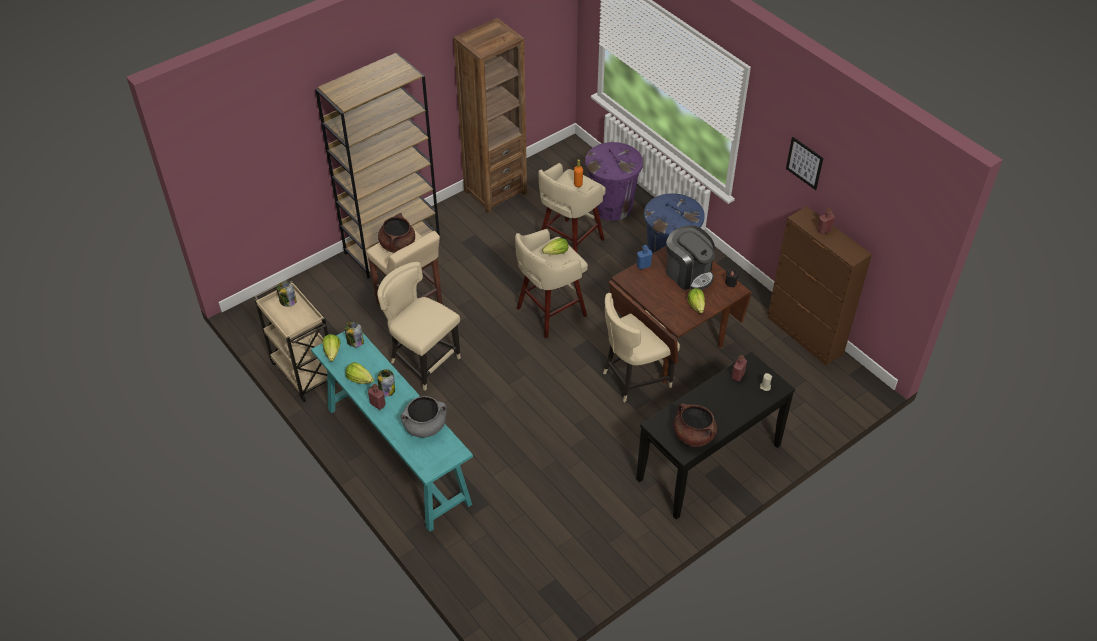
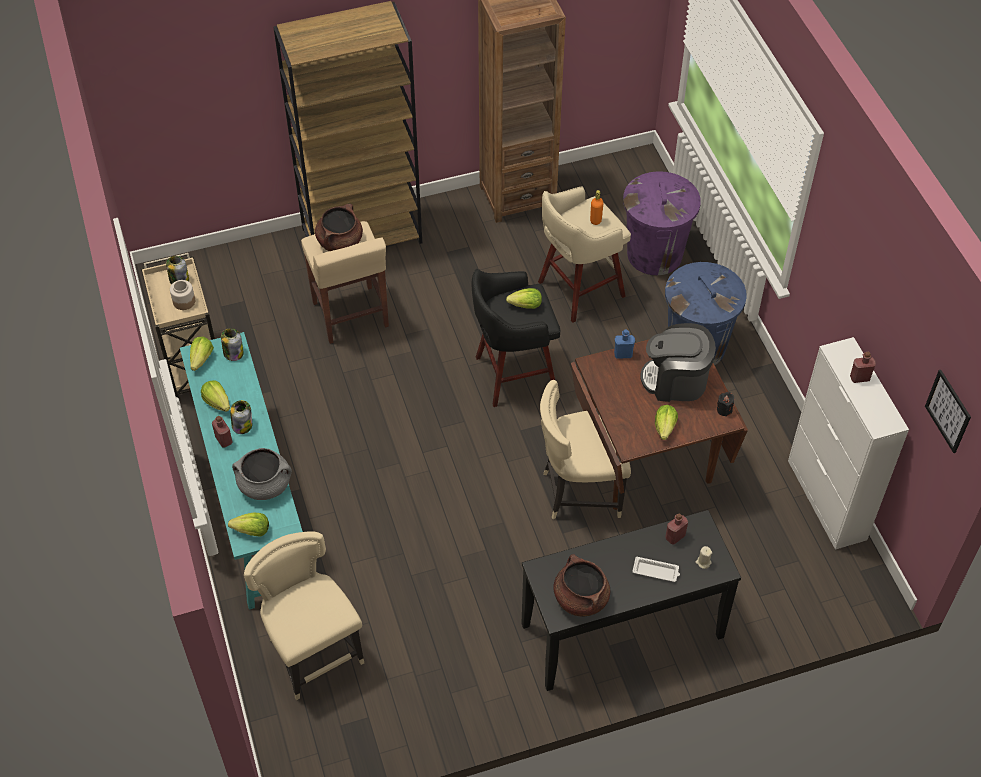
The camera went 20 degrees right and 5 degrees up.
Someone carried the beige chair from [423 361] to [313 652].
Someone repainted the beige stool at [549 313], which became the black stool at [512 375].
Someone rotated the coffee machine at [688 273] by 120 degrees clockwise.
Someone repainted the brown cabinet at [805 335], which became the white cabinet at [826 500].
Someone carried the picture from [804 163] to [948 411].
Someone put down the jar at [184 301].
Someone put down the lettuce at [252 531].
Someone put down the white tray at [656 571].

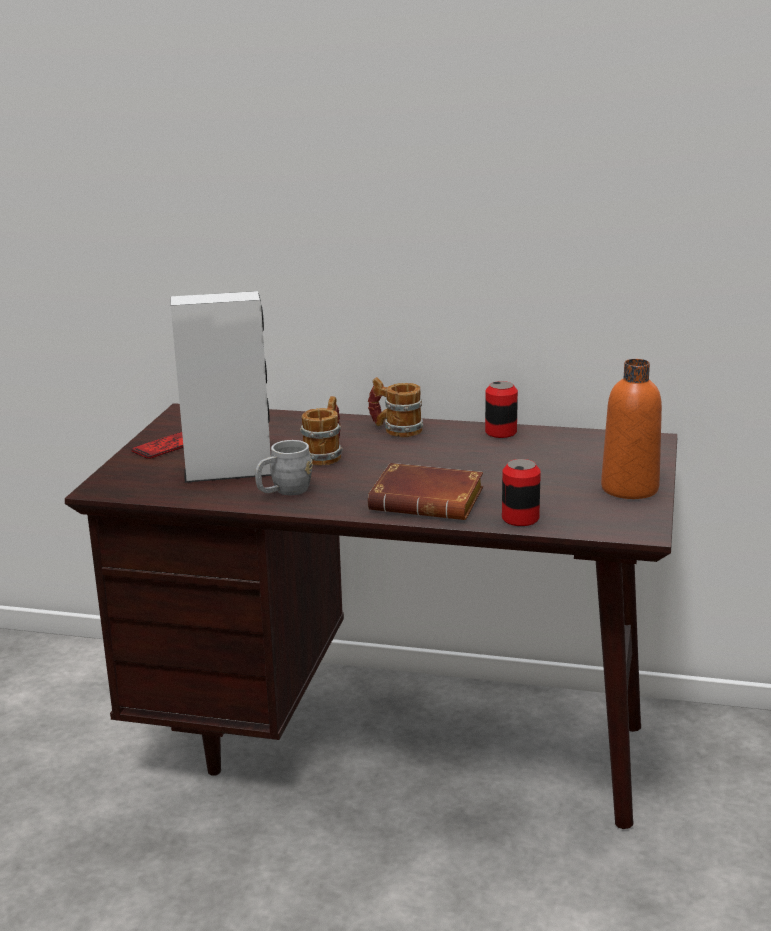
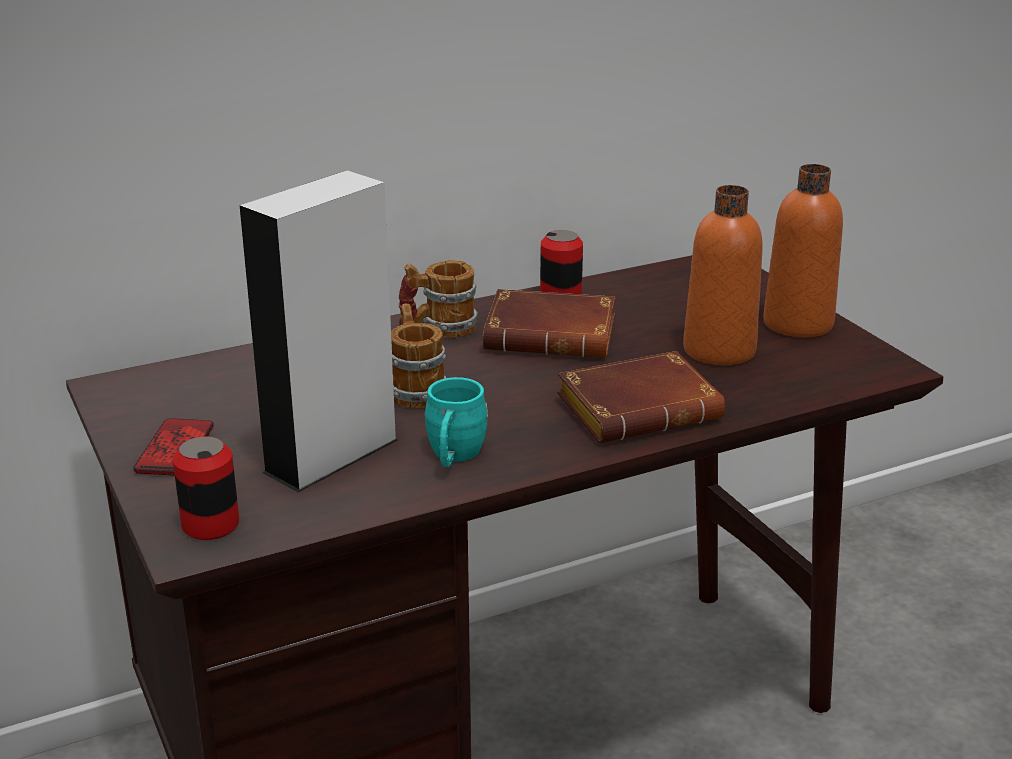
The camera went 40 degrees left and 5 degrees up.
Someone repainted the grey mug at [284 491], which became the turquoise mug at [453 457].
Someone carried the can from [520 518] to [210 525].
Someone put down the brown book at [554 335].
Someone put down the orange bottle at [719 350].

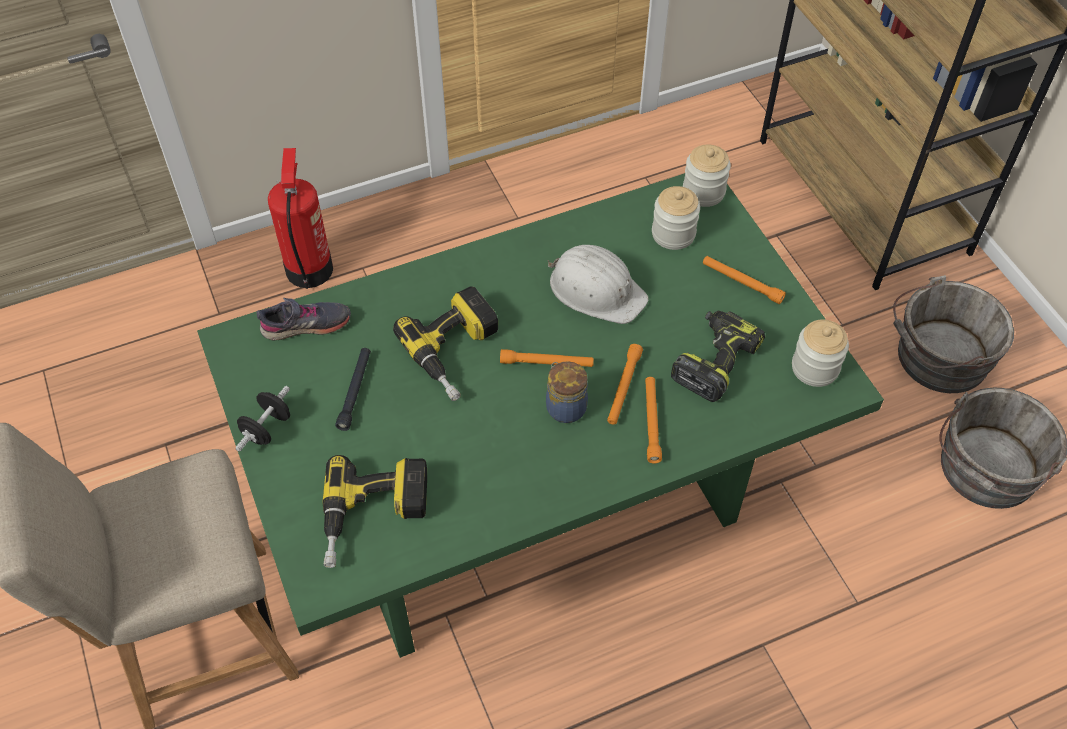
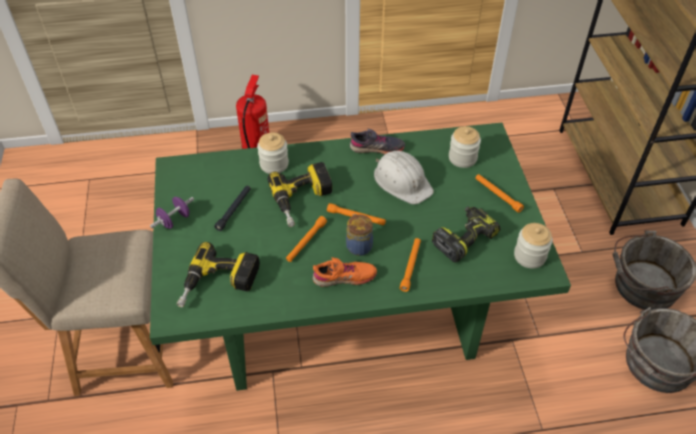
The camera went 15 degrees right and 5 degrees down.
Someone repainted the black dumbbell at [267 428], which became the purple dumbbell at [174 220].
Someone carried the grey shoe from [306 325] to [377 148].
Someone carried the orange flashlight from [623 388] to [306 242].
Someone carried the jar from [703 192] to [274 164].
Someone put down the orange shoe at [344 277].

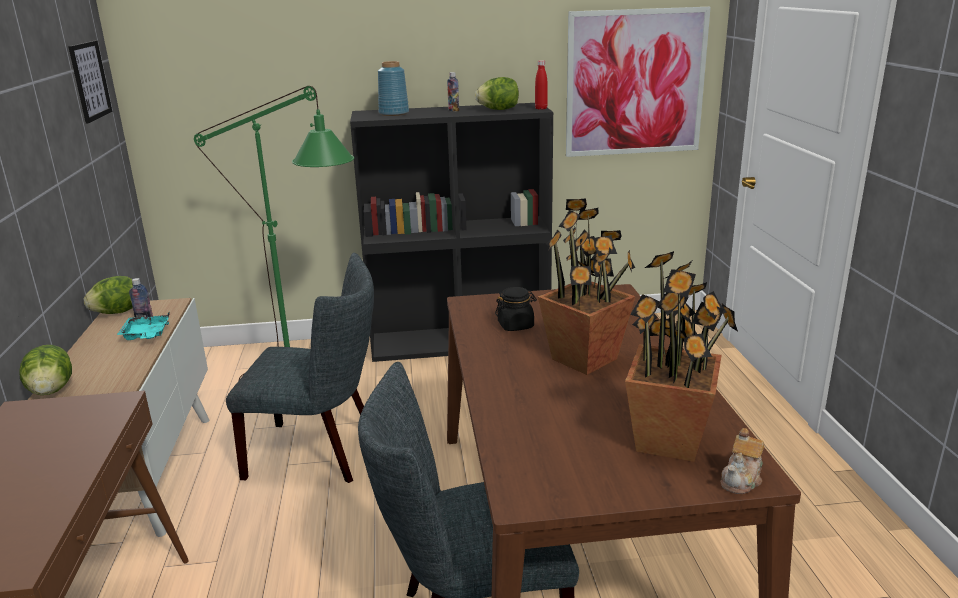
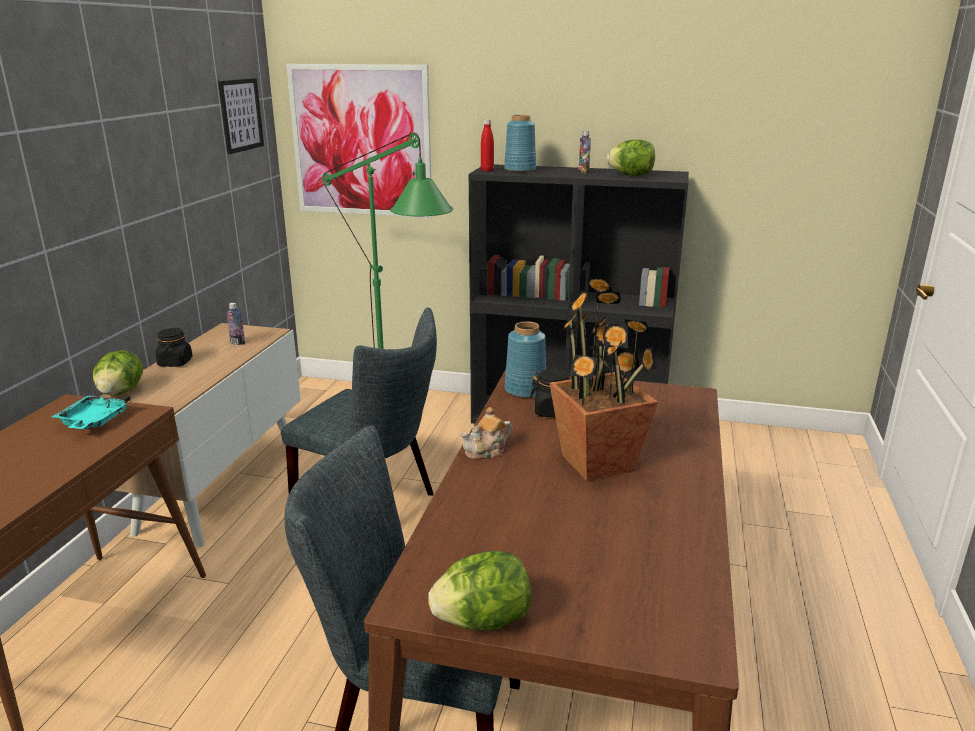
The camera went 20 degrees right and 0 degrees up.
Someone carried the lettuce from [117 312] to [483 621].
Someone carried the turquoise tray from [146 335] to [93 421].
Someone carried the red bottle from [541 108] to [487 170].
Someone carried the picture from [635 83] to [361 141].
Someone took away the potted plant at [670 441].
Someone carried the teapot from [742 480] to [486 451].
Someone put down the black jar at [175 363].
Someone put down the blue vase at [526 390].

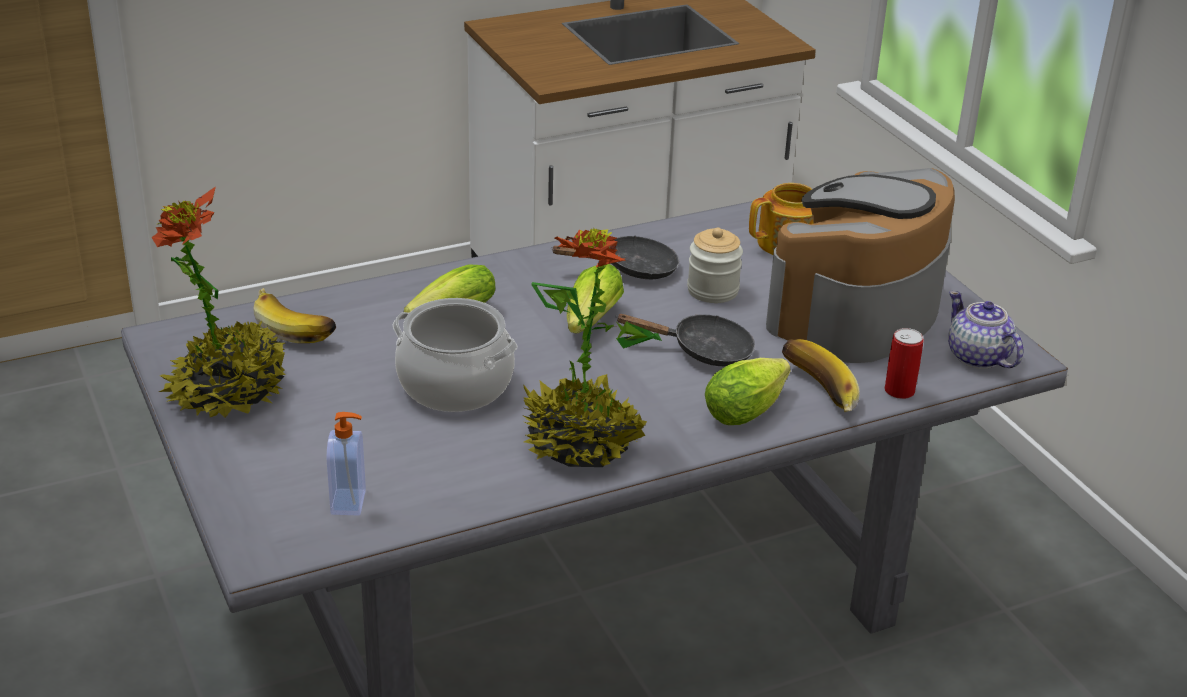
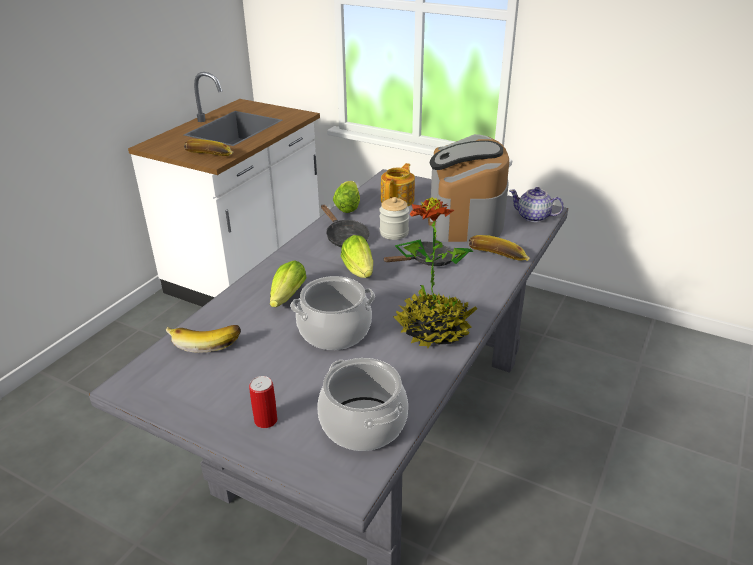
The camera went 35 degrees left and 0 degrees up.
Someone took away the potted plant at [228 391].
Someone swapped the soap dispenser at [350 502] for the cooking pot at [362 424].
Someone rotated the black frying pan at [632 269] by 105 degrees clockwise.
Someone carried the lettuce from [749 408] to [349 205].
Someone carried the can from [899 391] to [266 420].
Someone put down the banana at [209 157].

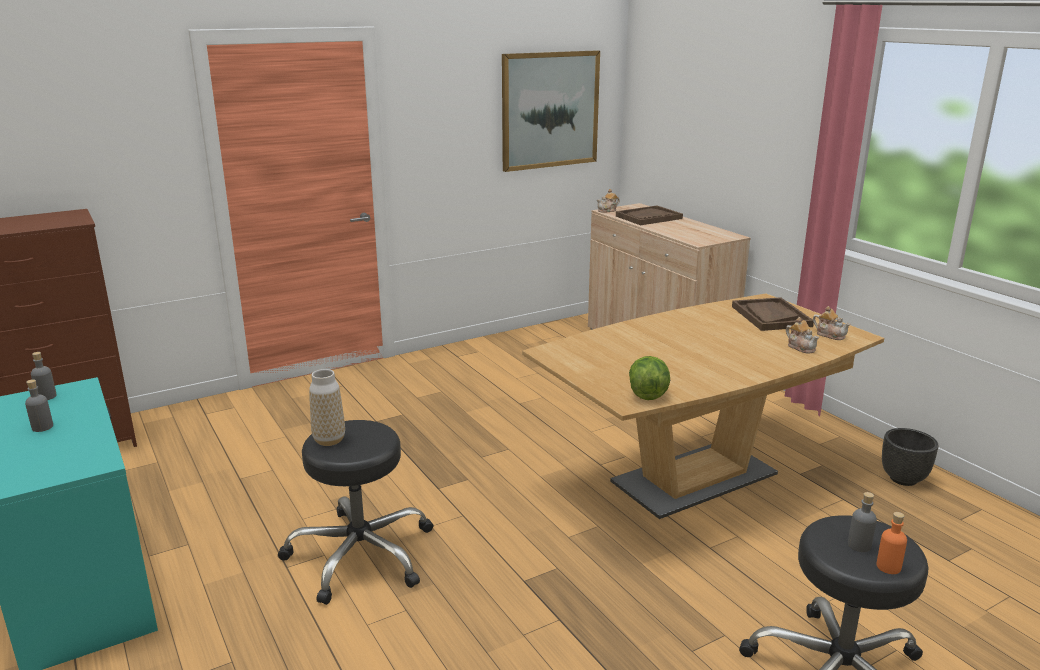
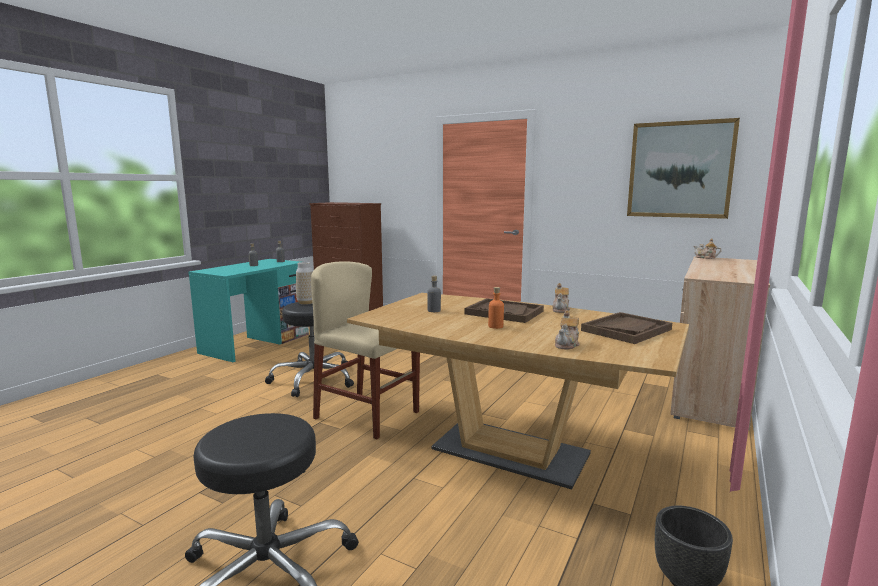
The camera went 60 degrees right and 10 degrees down.
Someone carried the brown tray from [648 217] to [504 312].
Someone took away the lettuce at [648 393].
Someone carried the teapot from [830 335] to [560 309].
Someone carried the grey bottle from [859 545] to [434 310].
Someone carried the orange bottle from [888 567] to [495 326].
Someone put down the beige chair at [367 415].

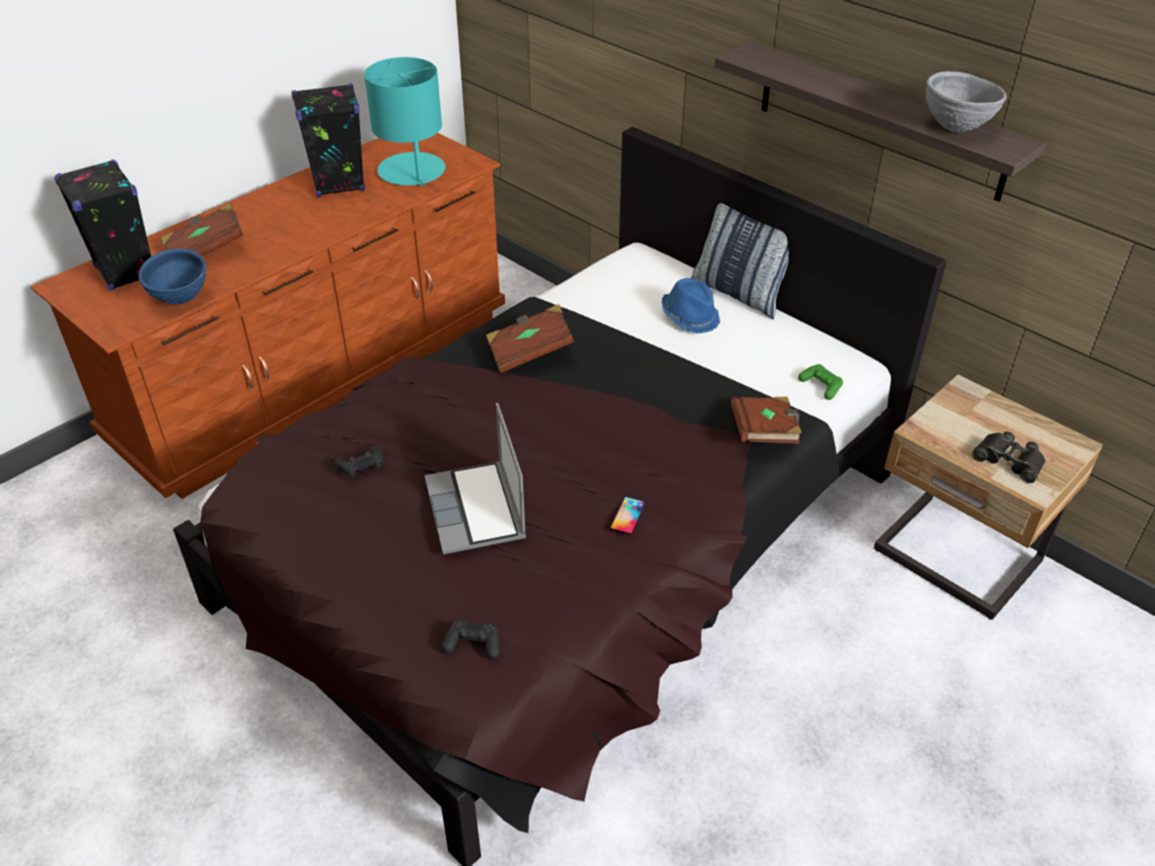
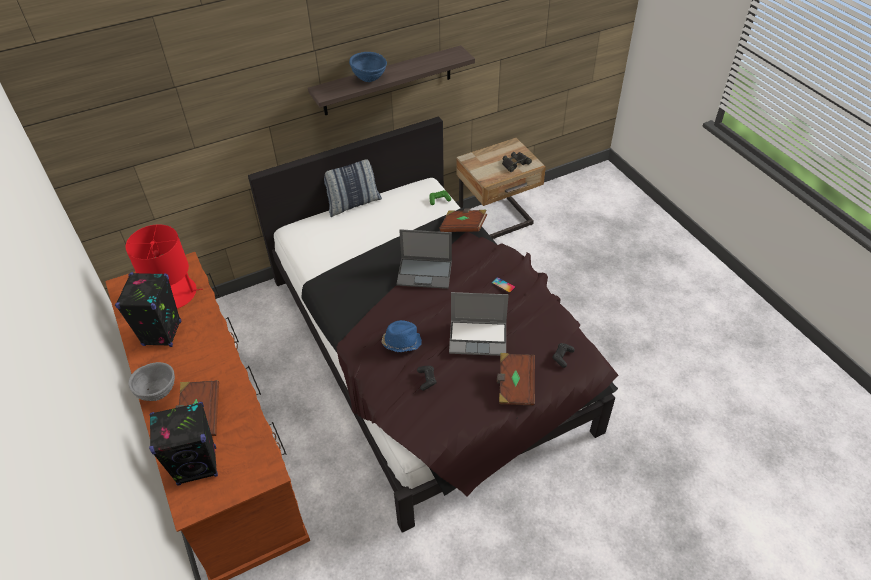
The camera went 70 degrees left and 5 degrees up.
Someone carried the blue bowl from [180 300] to [369 80].
Someone repainted the turquoise table lamp at [412 171], which became the red table lamp at [173 294].
Someone carried the brown book from [530 352] to [514 386].
Someone carried the blue hat from [690 316] to [401 342].
Someone carried the grey bowl from [956 129] to [158 393].
Someone put down the laptop at [425 273].

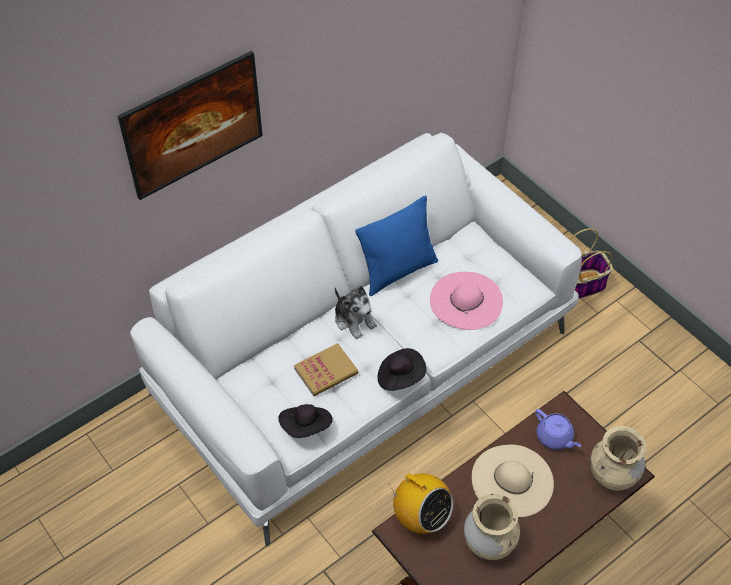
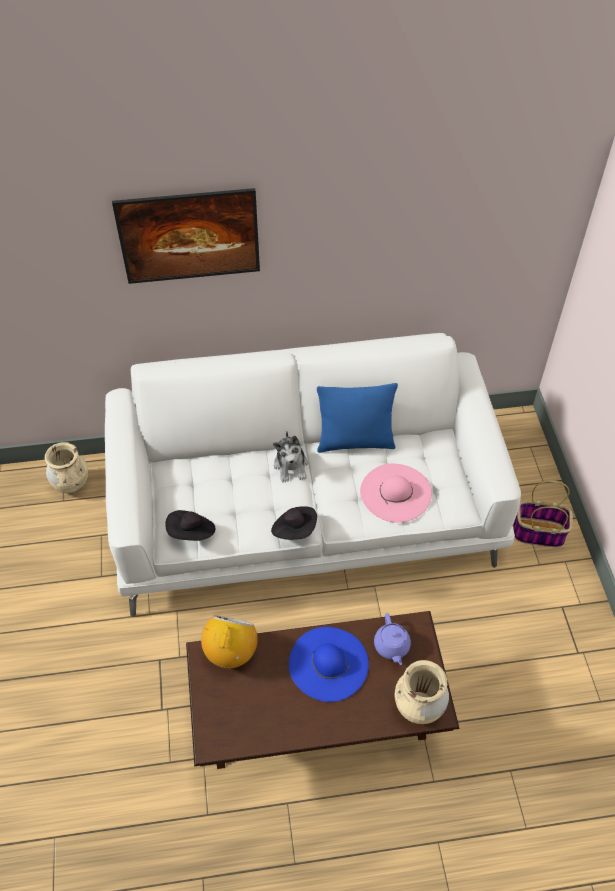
The camera went 30 degrees right and 0 degrees up.
Someone took away the book at [326 371].
Someone rotated the radio at [421 517] by 150 degrees counterclockwise.
Someone carried the beige vase from [488 544] to [71 484].
Someone repainted the beige hat at [512 480], which became the blue hat at [328 663].

